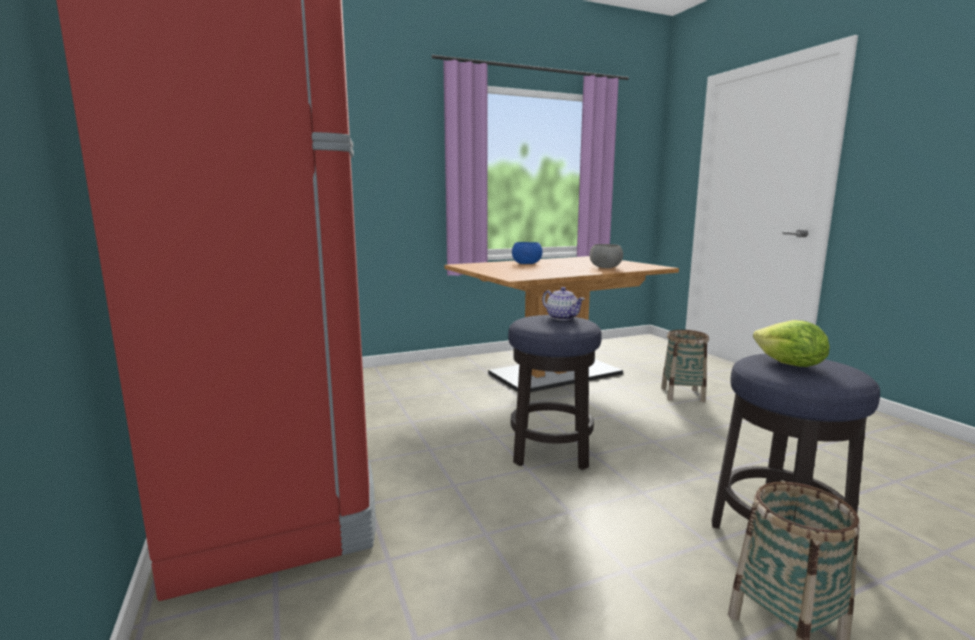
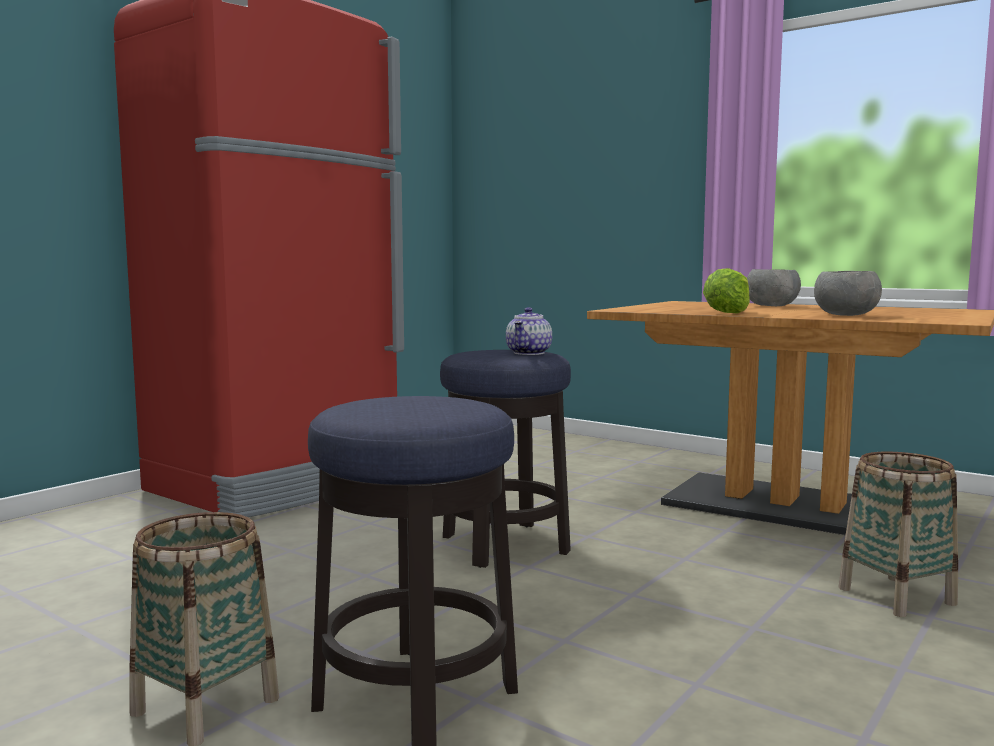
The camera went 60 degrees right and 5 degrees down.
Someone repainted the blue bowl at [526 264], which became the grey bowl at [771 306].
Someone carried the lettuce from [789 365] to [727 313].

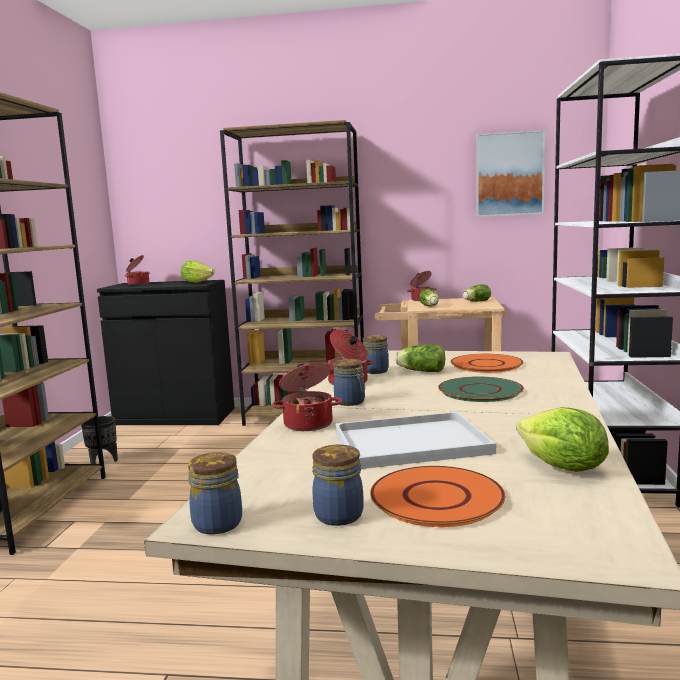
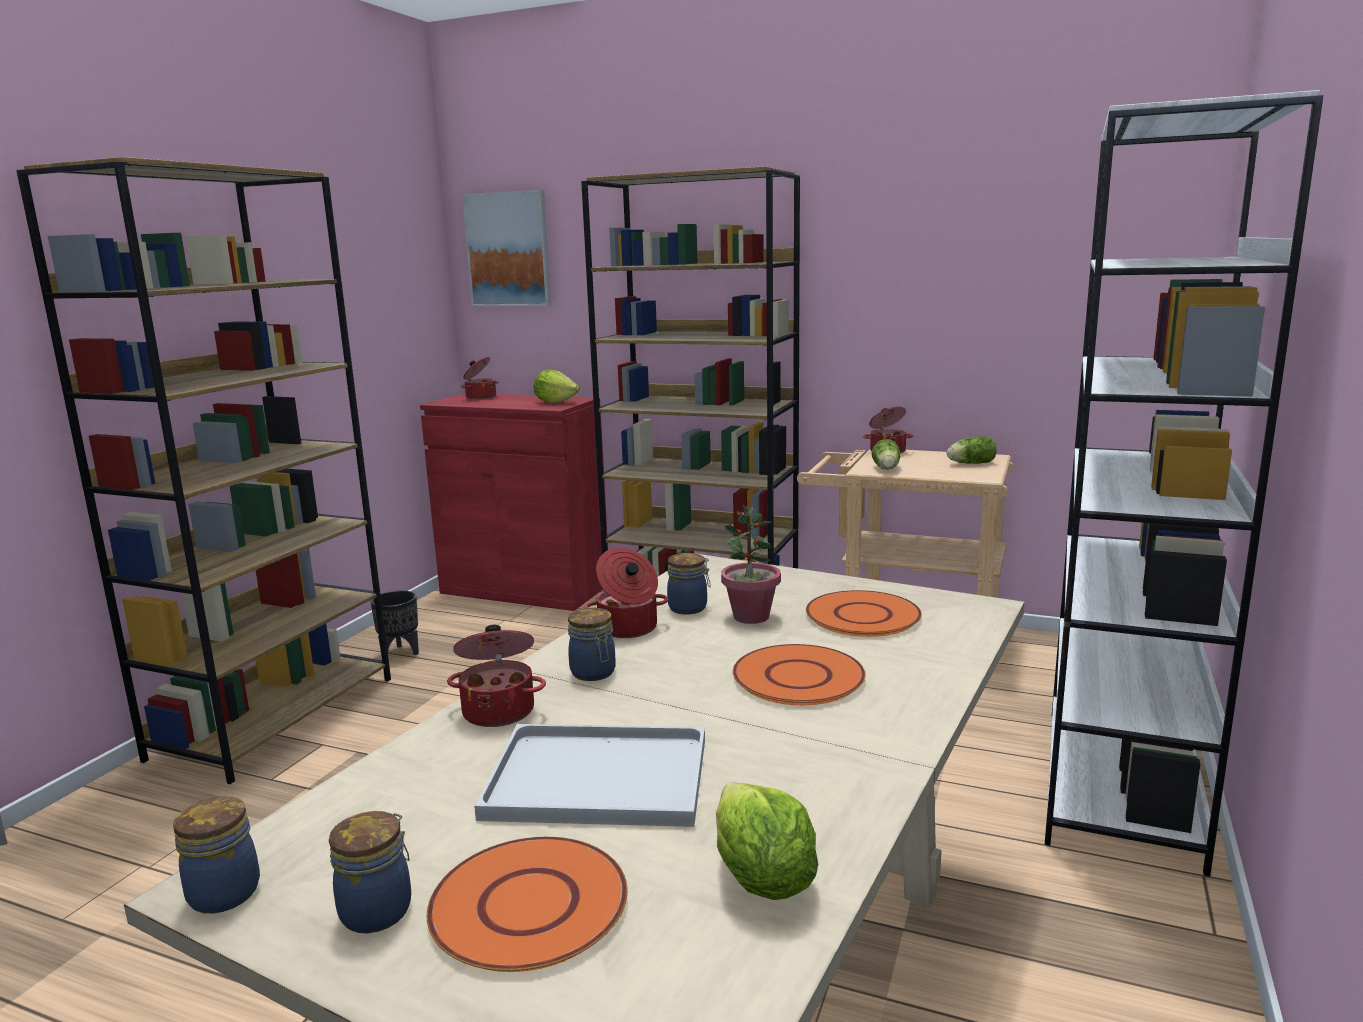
The camera went 15 degrees right and 5 degrees up.
Someone repainted the black cabinet at [175 416], which became the red cabinet at [525 589].
Someone swapped the lettuce at [420 371] for the potted plant at [751 617].
Someone repainted the green plate at [479 391], which became the orange plate at [797 677].
Someone carried the picture from [509 174] to [508 249].

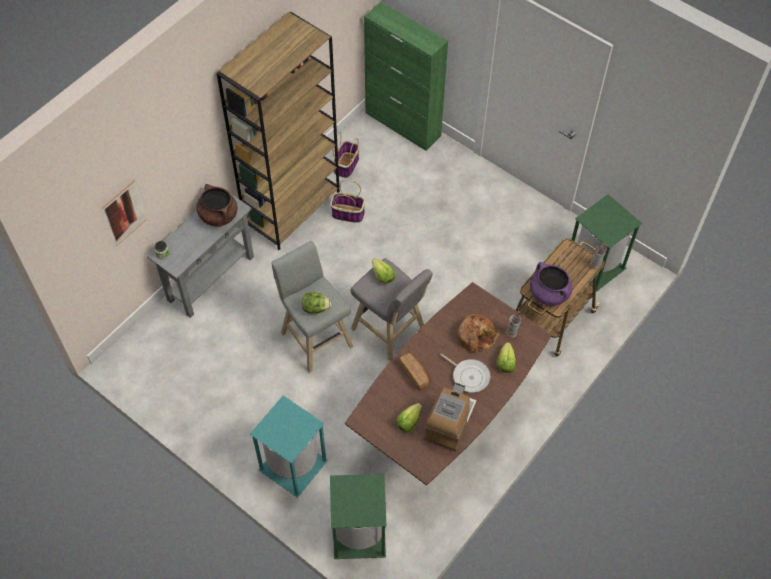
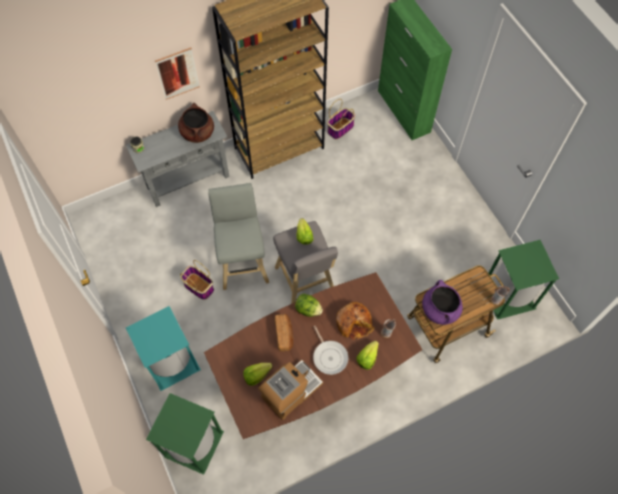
The camera went 25 degrees right and 5 degrees up.
Someone carried the picture from [124 213] to [177 73].
Someone carried the lettuce from [315 308] to [308 309].
Someone carried the basket from [347 213] to [198 286].

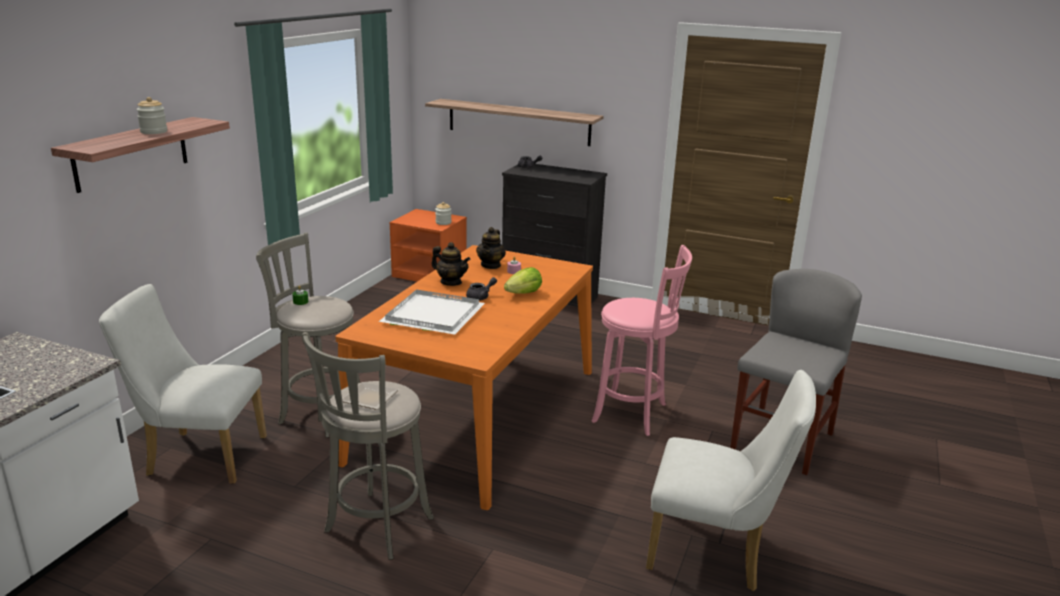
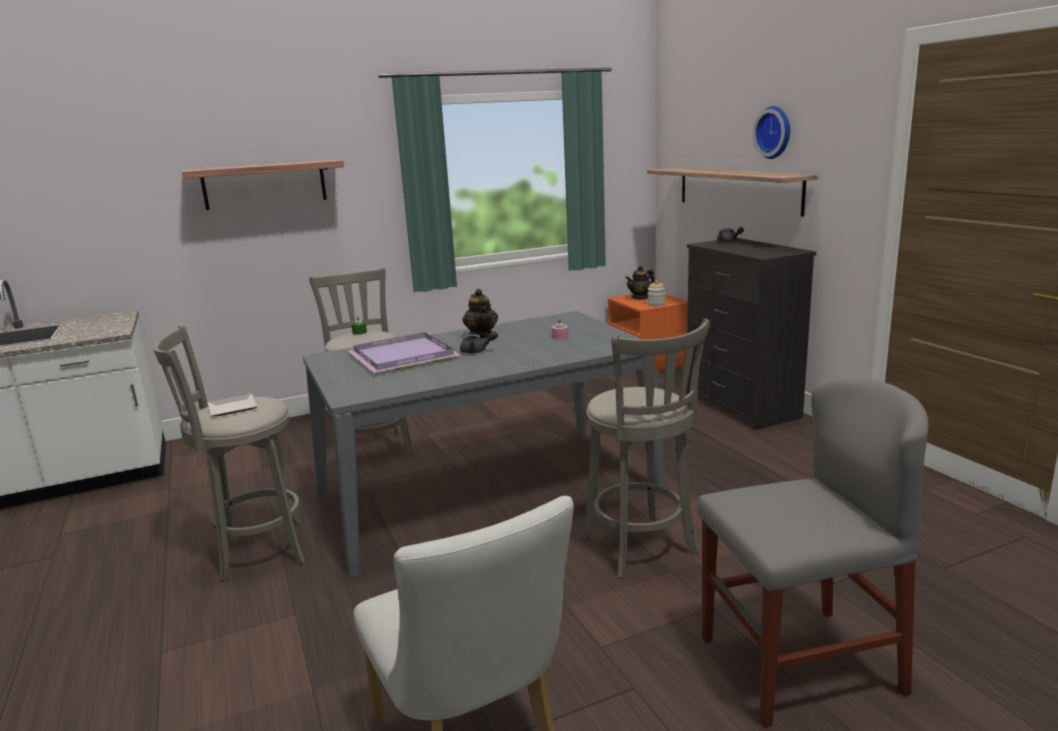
The camera went 45 degrees right and 5 degrees down.
Someone took away the white chair at [199 456].
Someone took away the jar at [154 132].
Someone repainted the orange dining table at [477 413], which became the grey dining table at [487 490].
Someone repainted the white tray at [435 315], which became the purple tray at [405 357].
Someone carried the teapot from [491 265] to [640 297].
Someone took away the lettuce at [524 293].
Someone repainted the pink stool at [634 414], which became the grey stool at [641 549].
Someone put up the wall clock at [775 132].

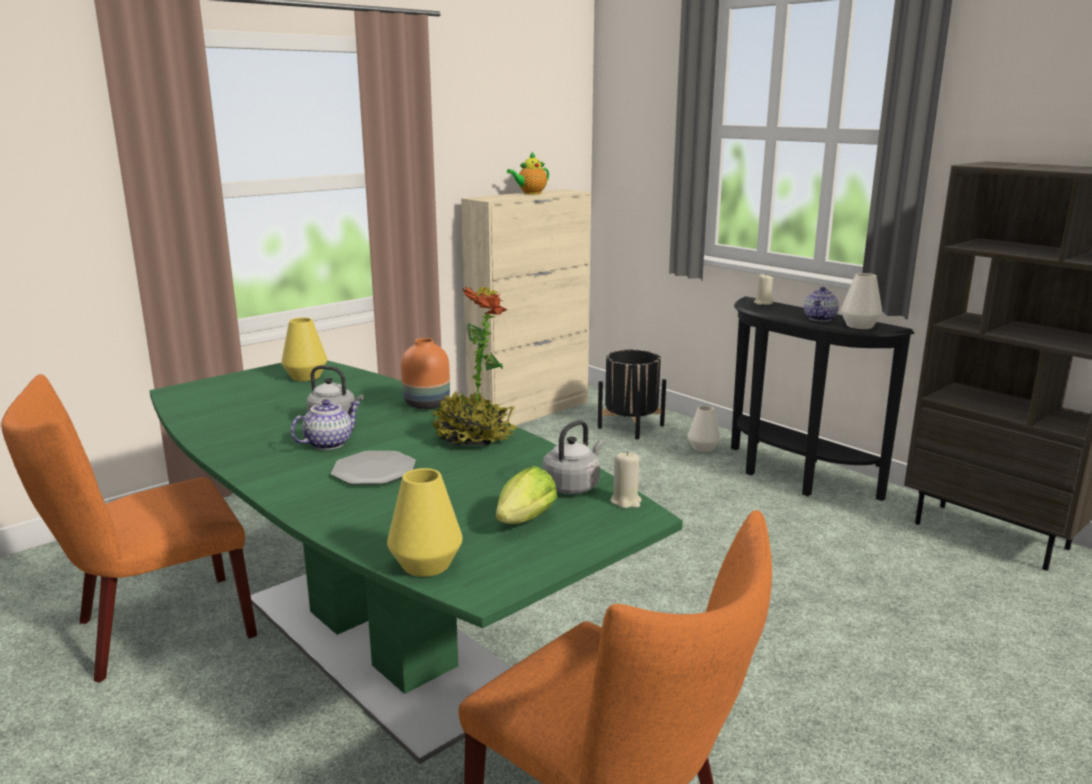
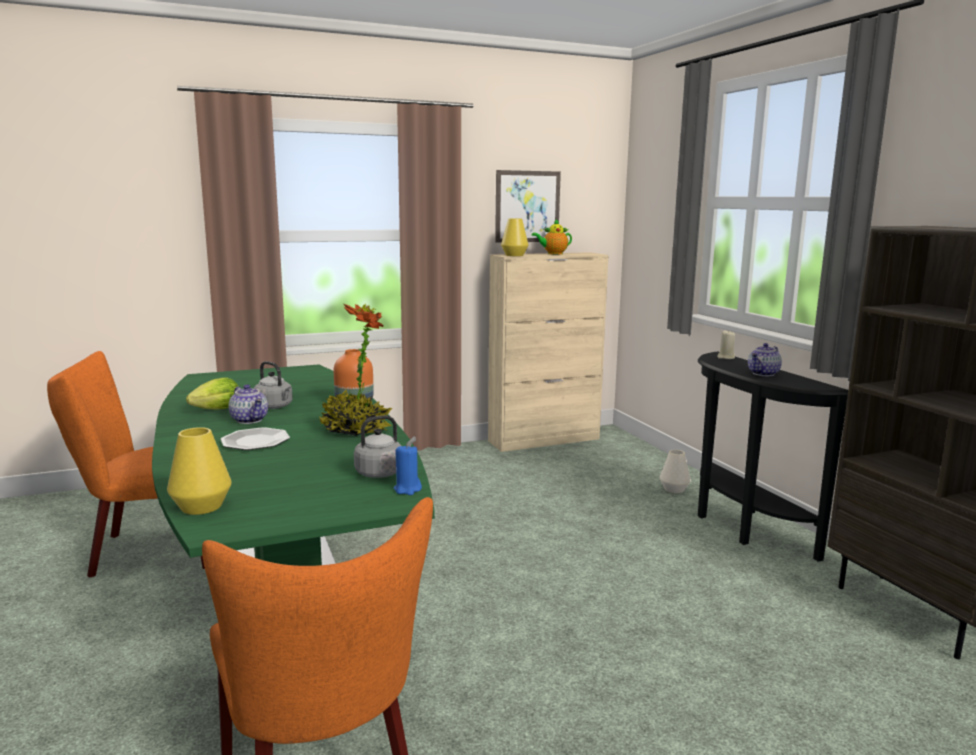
The camera went 20 degrees right and 5 degrees down.
Someone carried the yellow vase from [306 377] to [514 255].
Someone rotated the teapot at [328 443] by 75 degrees clockwise.
Someone carried the lettuce from [523 523] to [214 410].
Someone took away the black planter at [631 426].
Someone repainted the beige candle at [626 501], which became the blue candle at [407 489].
Someone took away the white vase at [859 326].
Someone put up the picture at [527 206].

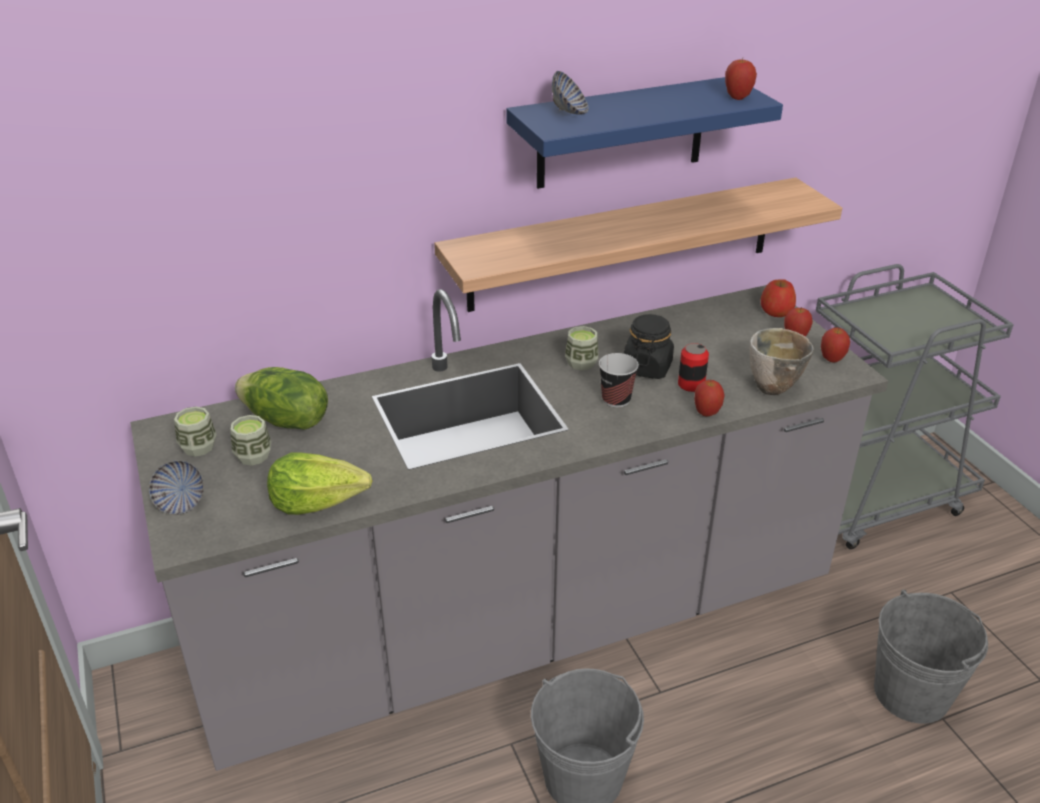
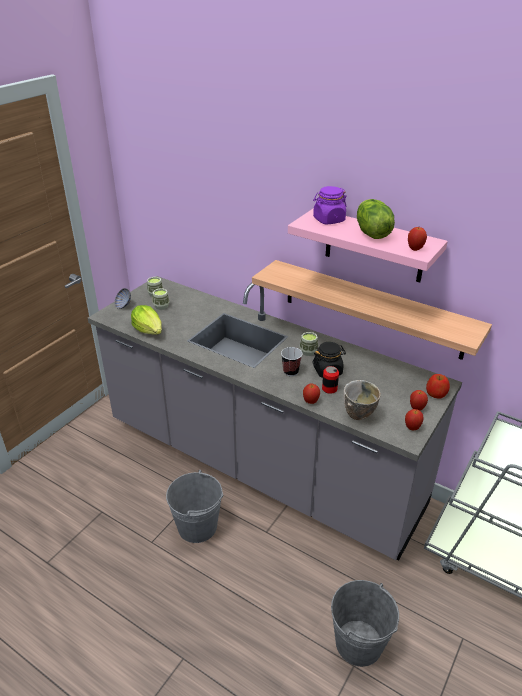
The camera went 55 degrees right and 0 degrees up.
Someone carried the lettuce from [286 421] to [371 233].
Someone repainted the blue shelf at [621 133], which became the pink shelf at [374 246].
Someone swapped the bowl at [569 112] for the purple jar at [328 220].

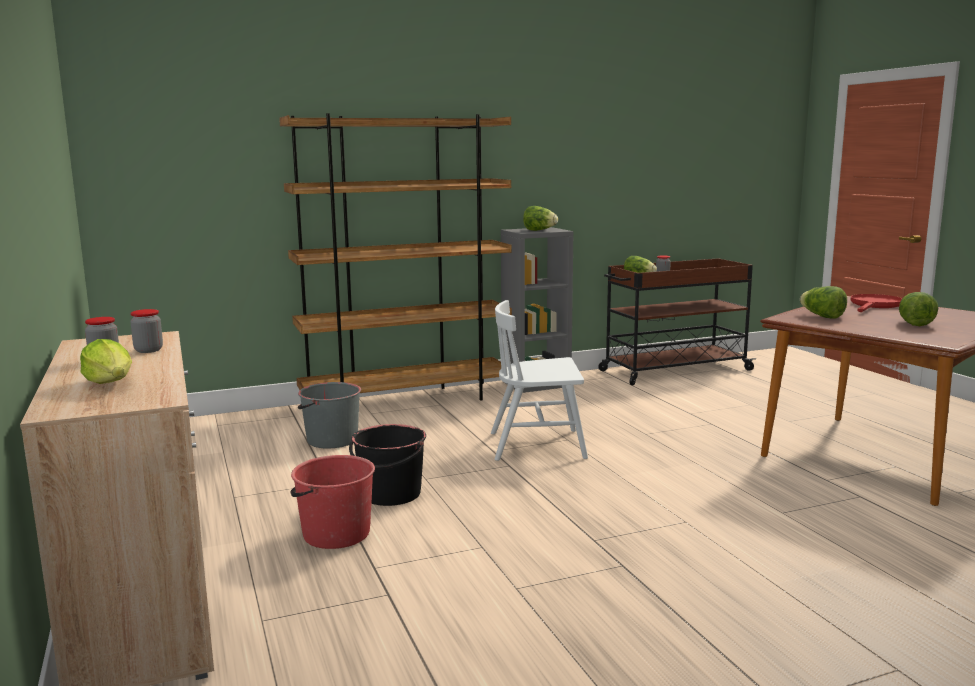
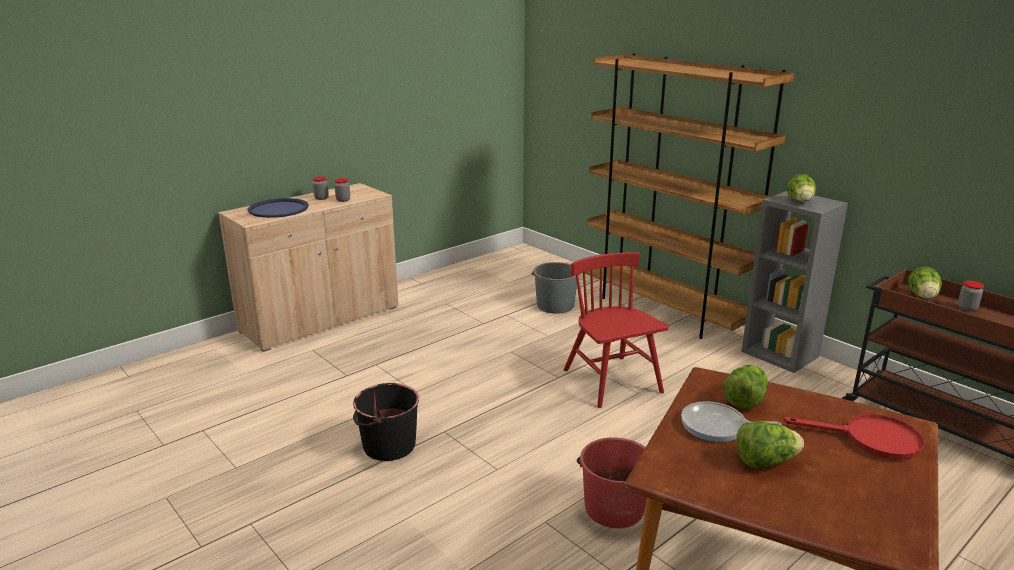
The camera went 70 degrees right and 10 degrees up.
Someone swapped the lettuce at [111 383] for the blue tray at [278 209].
Someone carried the red bucket from [335 534] to [613 508].
Someone carried the black bucket from [390 494] to [388 446].
Someone repainted the white chair at [538 445], which became the red chair at [612 381].
Someone put down the frying pan at [717 426].

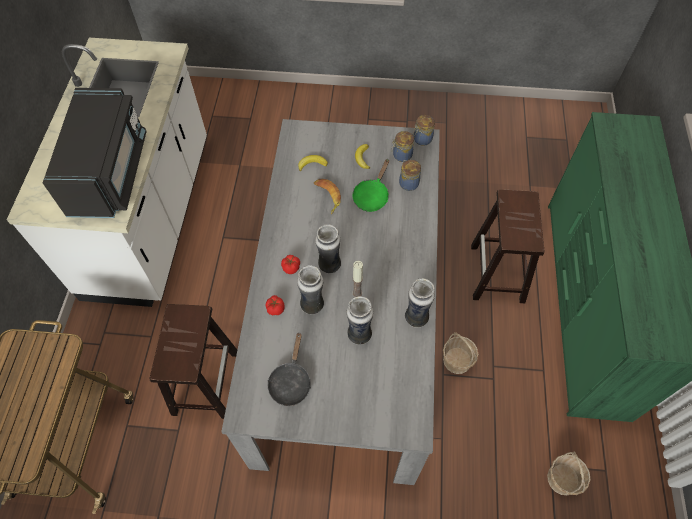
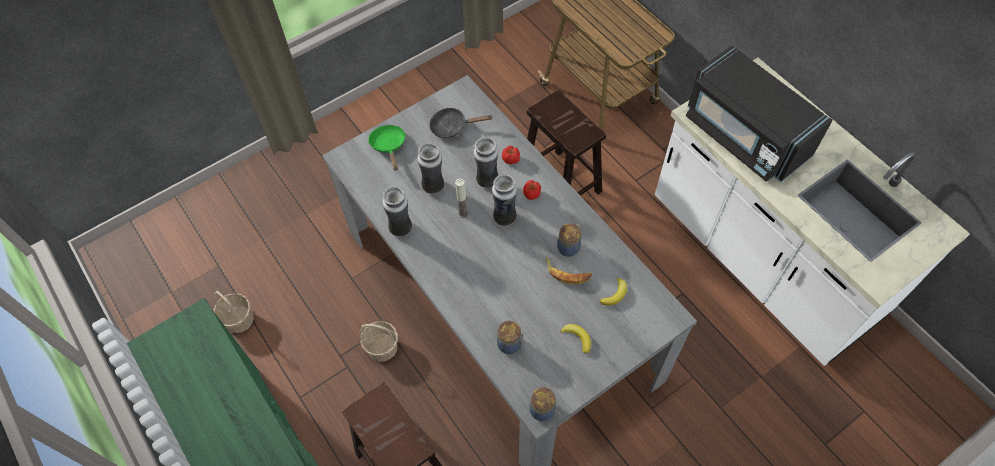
The camera went 140 degrees right and 0 degrees up.
Someone rotated the black frying pan at [290 381] by 60 degrees counterclockwise.
Someone carried the green frying pan from [372 196] to [389 146].
Someone carried the jar from [401 155] to [569 247].

